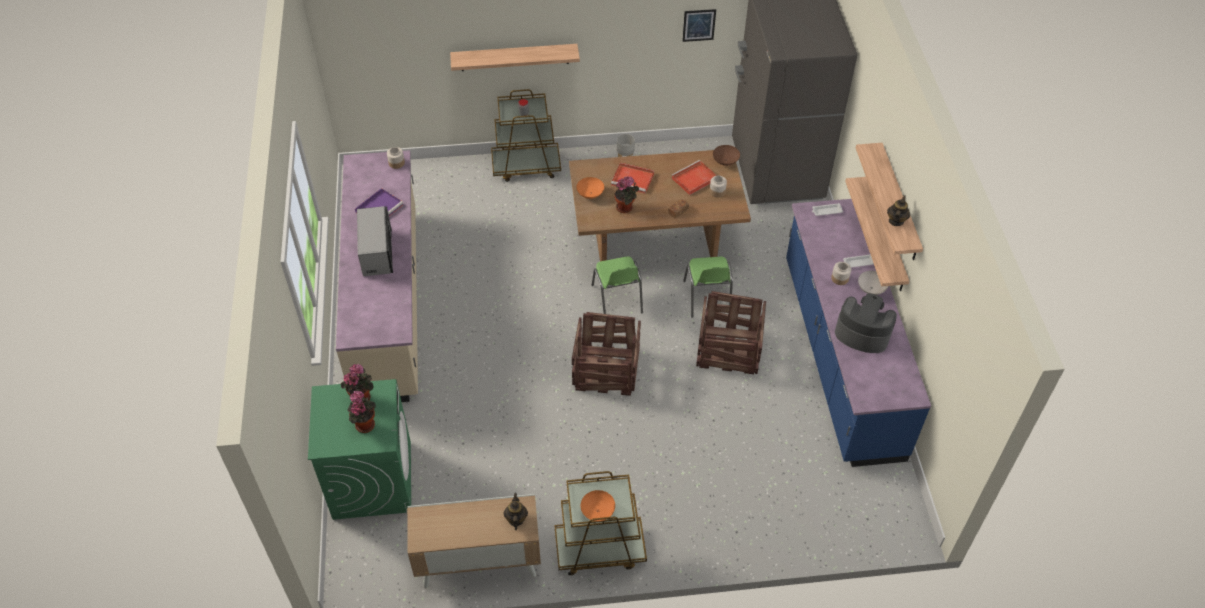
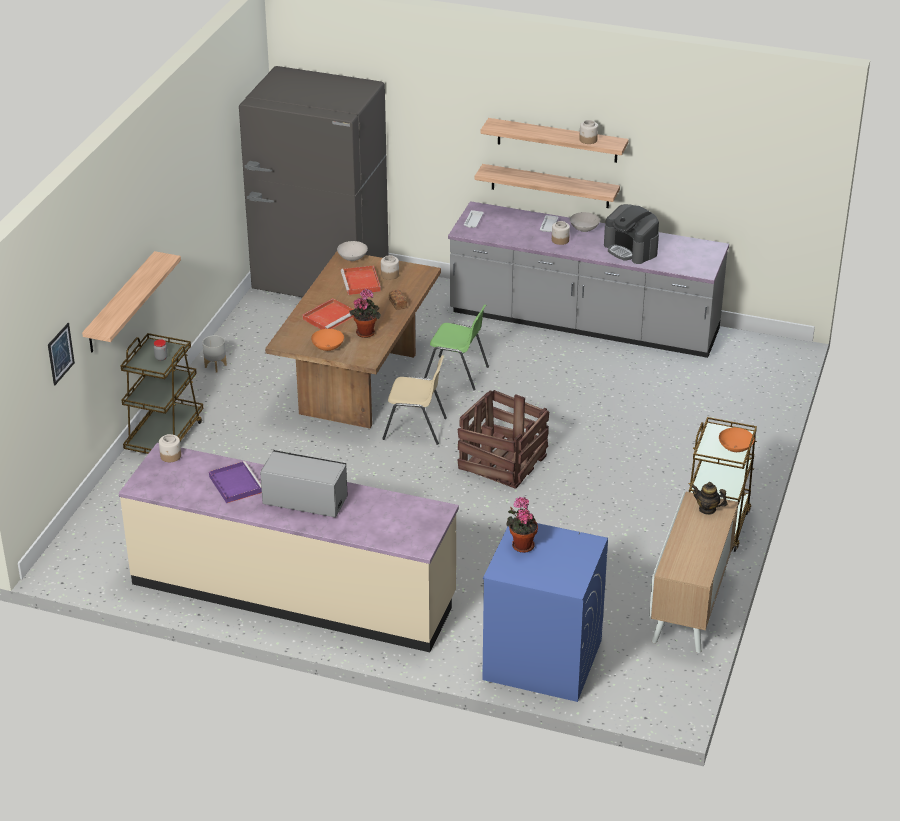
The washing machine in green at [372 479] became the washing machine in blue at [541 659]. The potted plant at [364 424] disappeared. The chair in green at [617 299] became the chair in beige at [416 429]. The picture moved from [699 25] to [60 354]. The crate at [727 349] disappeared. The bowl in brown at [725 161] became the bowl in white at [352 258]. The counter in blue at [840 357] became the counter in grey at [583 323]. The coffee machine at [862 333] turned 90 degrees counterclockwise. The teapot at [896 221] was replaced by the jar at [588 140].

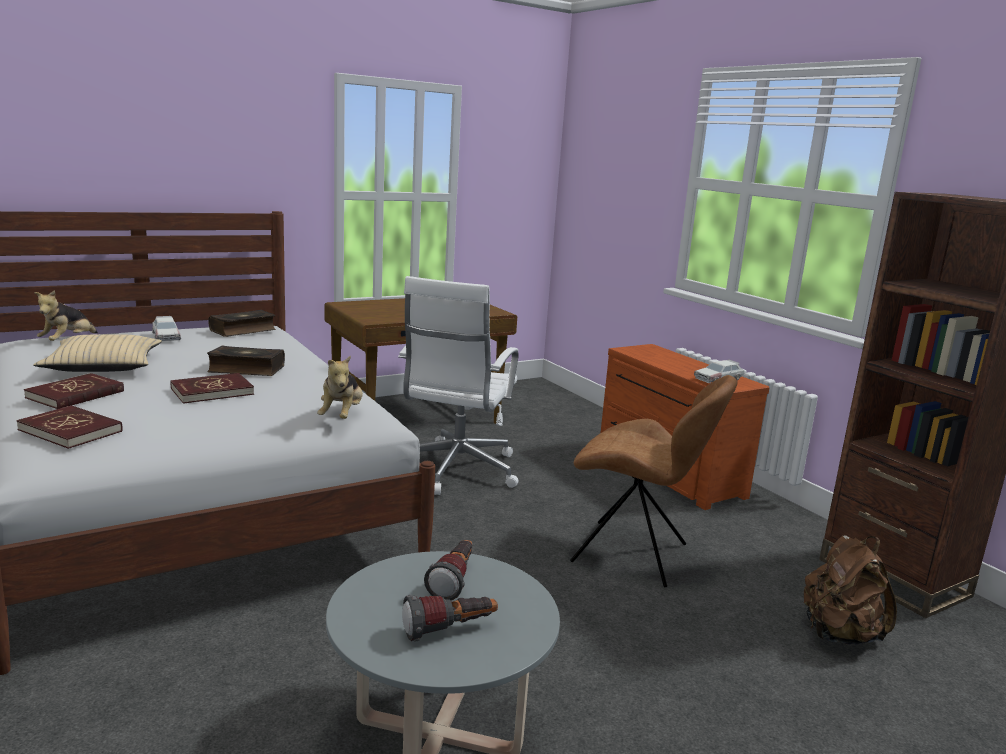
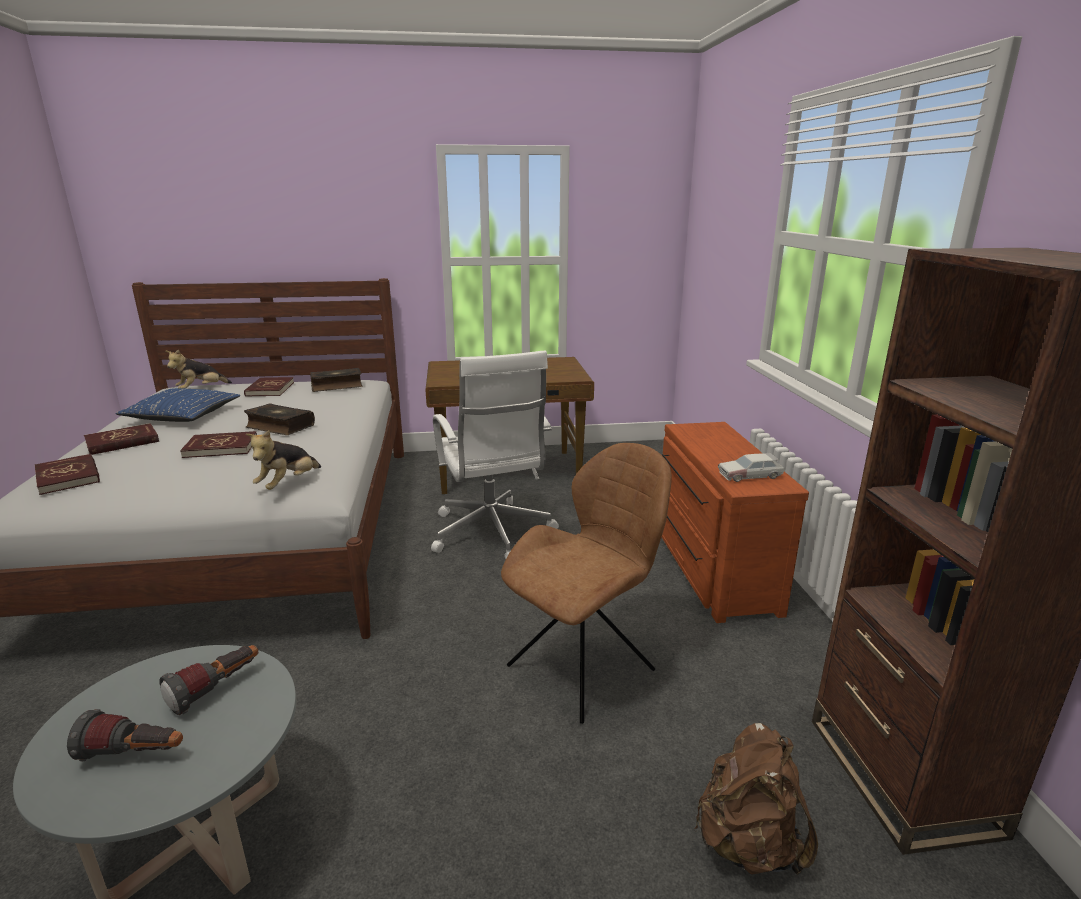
The pillow in beige at [103 366] became the pillow in blue at [183 415]. The toy car at [166 336] was replaced by the book in red at [269 389]. The office chair in white at [455 470] turned 60 degrees counterclockwise. The chair in brown at [634 554] turned 90 degrees counterclockwise.

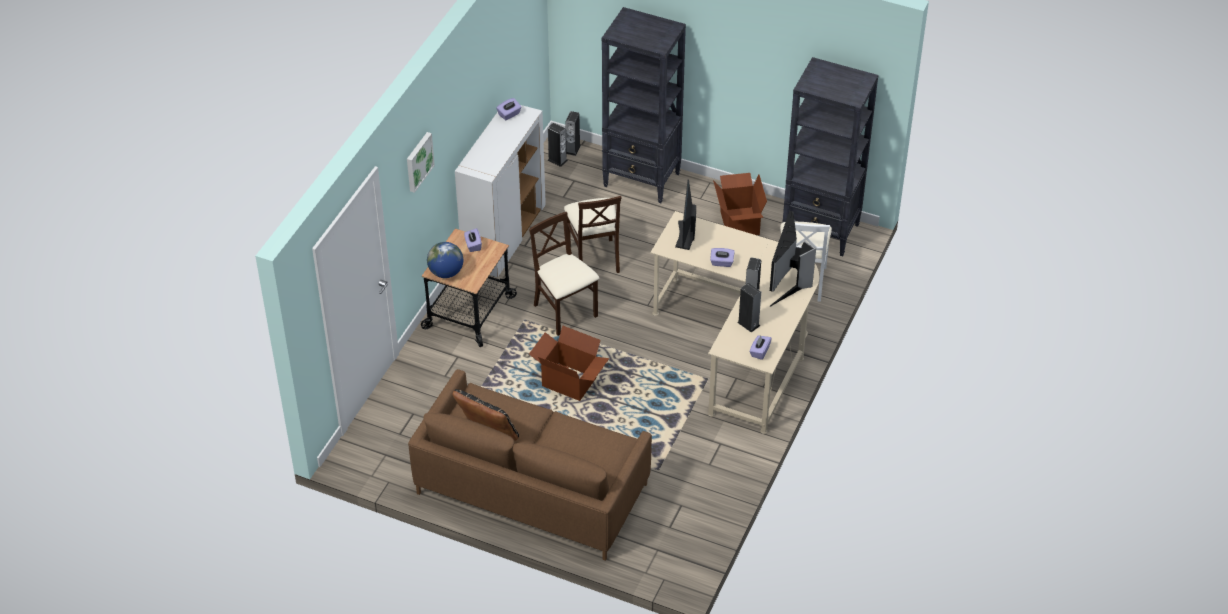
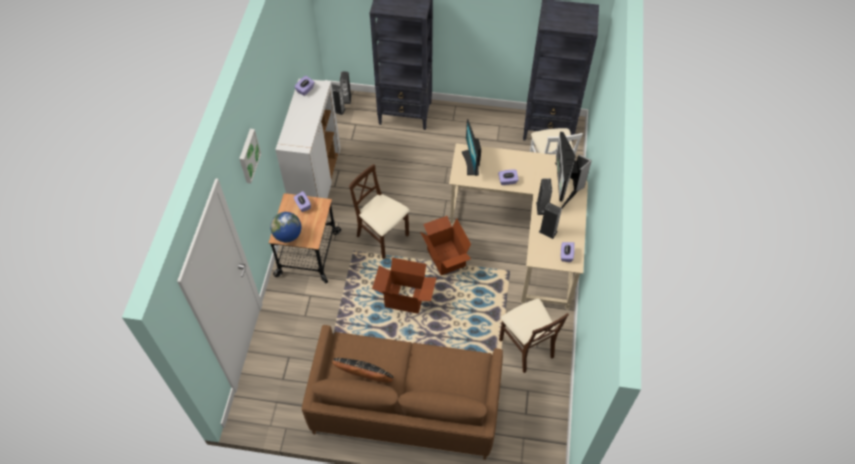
The chair in beige moved from [594 258] to [526 347]. The cardboard box moved from [738 223] to [445 258].

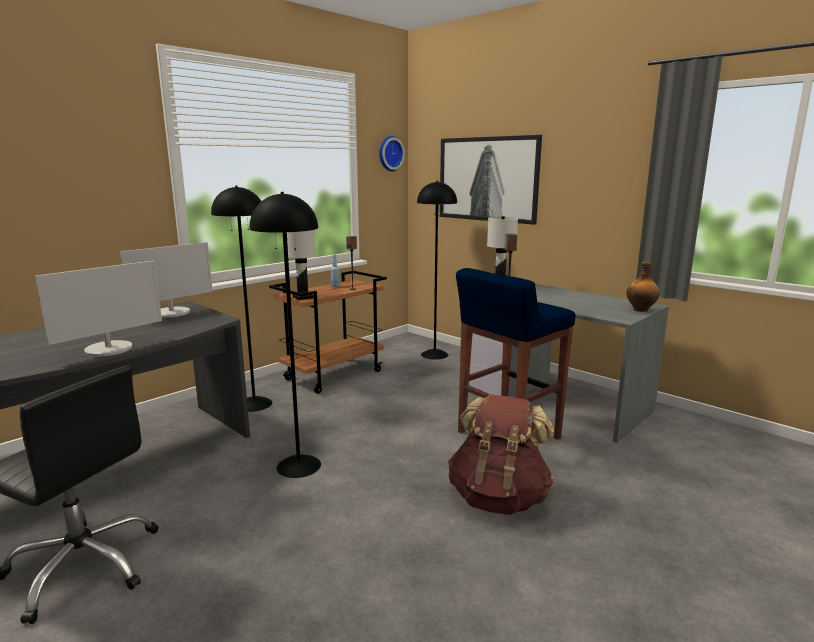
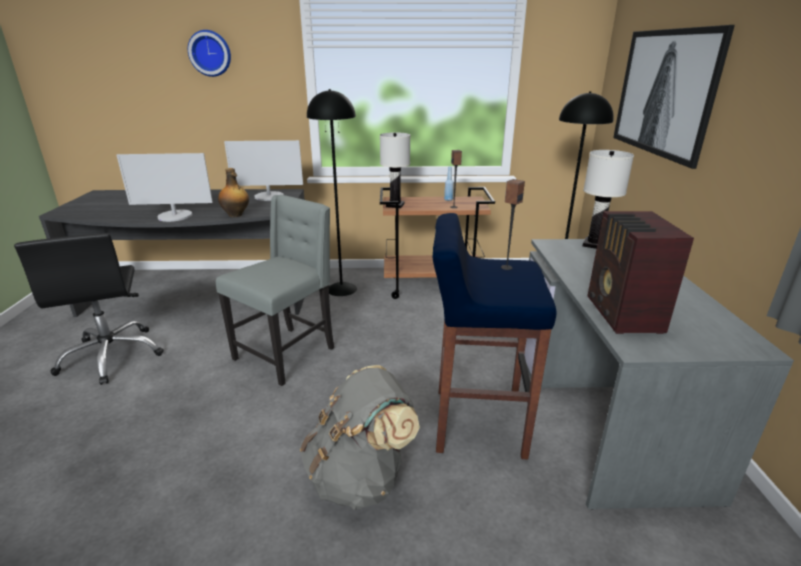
The floor lamp in black at [299 465] was replaced by the chair in grey at [287 353]. The wall clock moved from [389 153] to [210 53]. The backpack in brown at [498 498] became the backpack in grey at [360 477]. The bottle moved from [641 310] to [236 215]. The radio at [623 315] appeared.

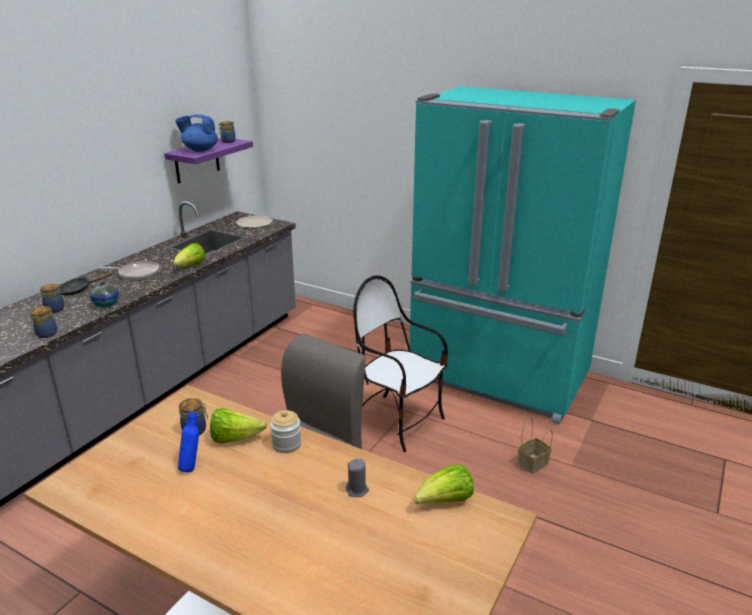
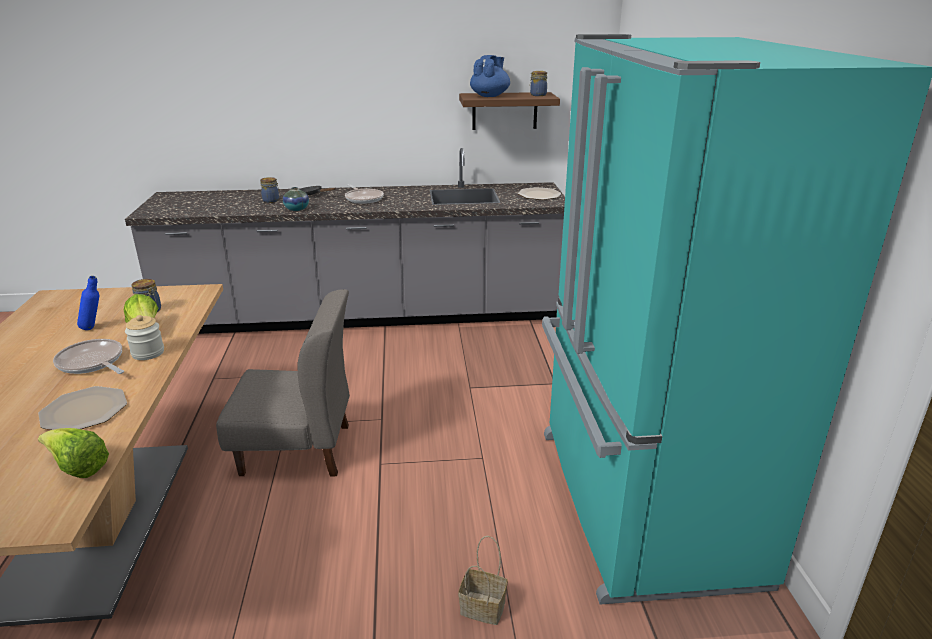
The jar at [46 334] disappeared. The shelf in purple at [197 160] became the shelf in brown at [504 111]. The lettuce at [190 267] disappeared. The teapot in blue at [200 150] turned 60 degrees clockwise. The candle in grey at [357 490] was replaced by the plate at [83 411]. The chair at [398 421] disappeared. The frying pan at [92 363] appeared.

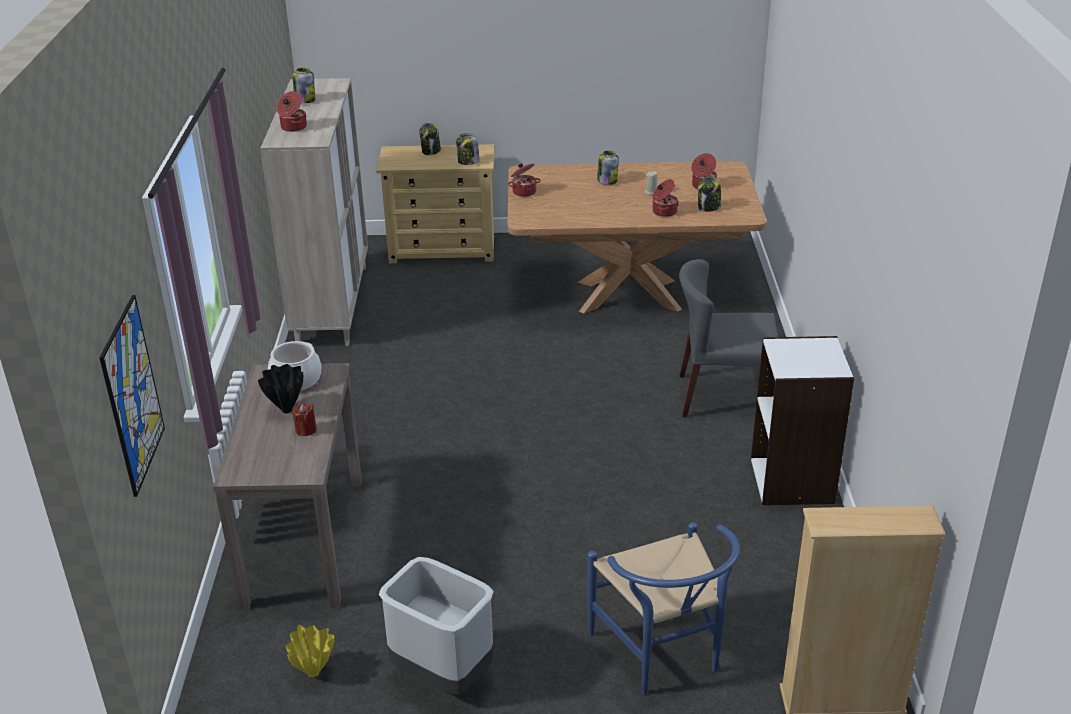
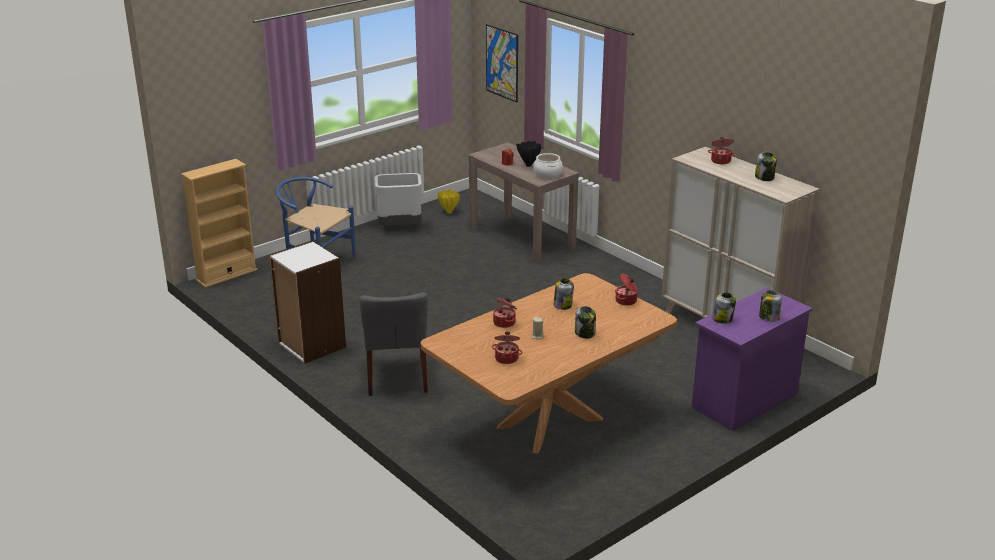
The dresser in beige at [443 249] became the dresser in purple at [744 400]. The chair in grey at [723 396] turned 120 degrees clockwise. The jar moved from [709 207] to [562 305].

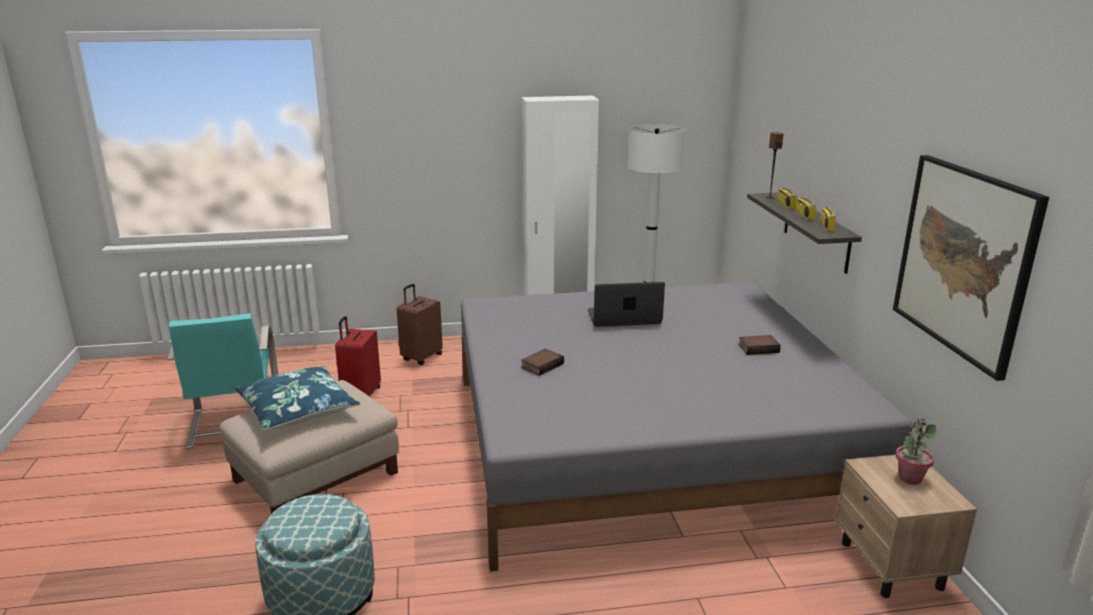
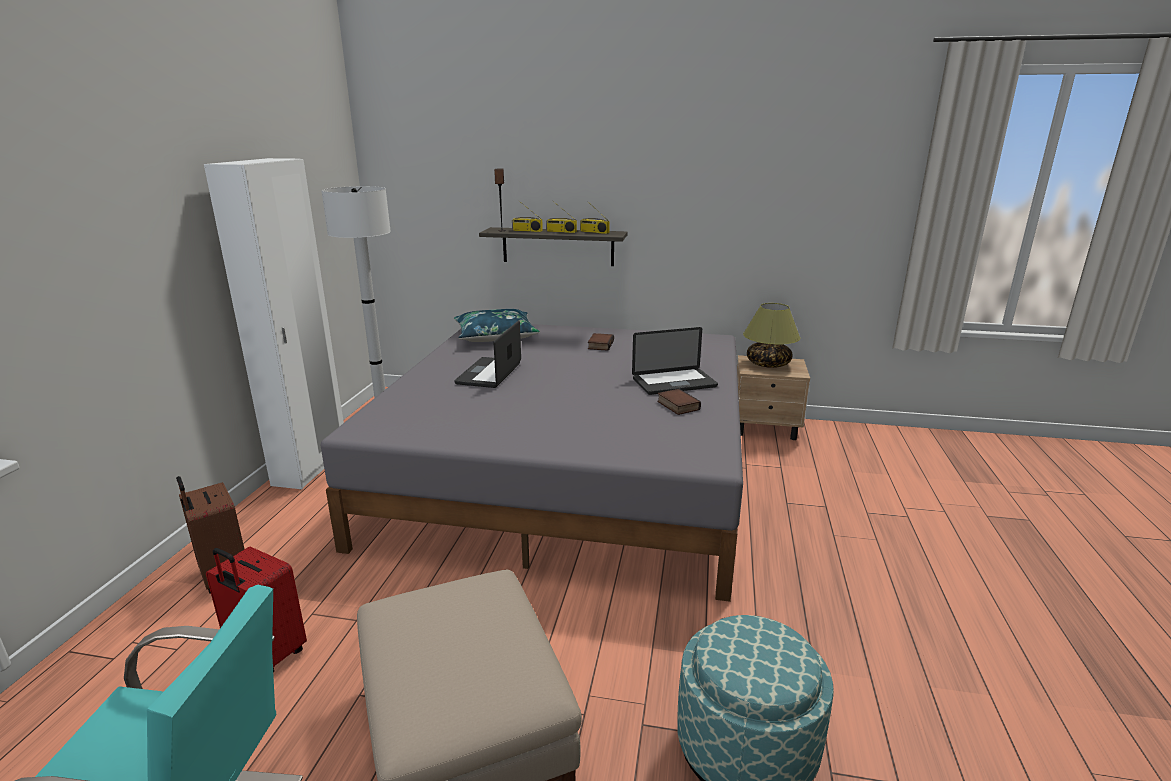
The pillow in blue moved from [297 409] to [495 336]. The book moved from [542 365] to [677 405]. The picture at [964 261] disappeared. The potted plant at [910 478] was replaced by the table lamp at [768 364]. The laptop at [674 383] appeared.

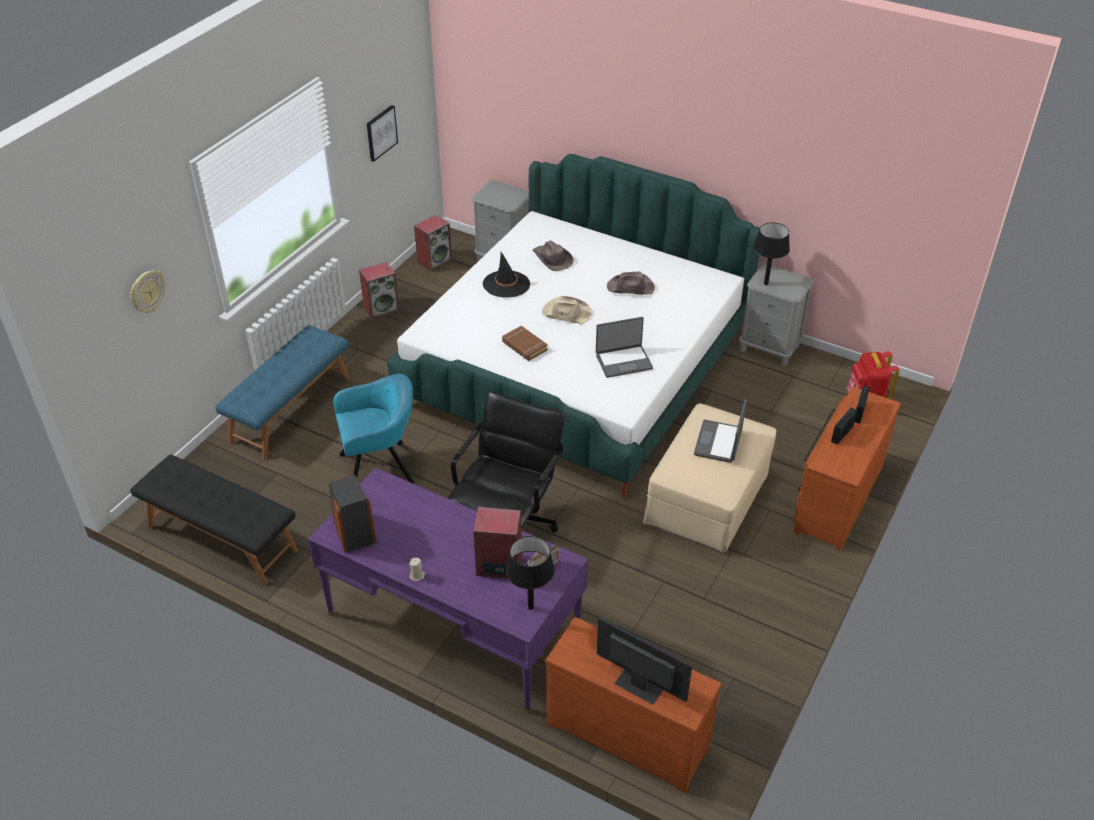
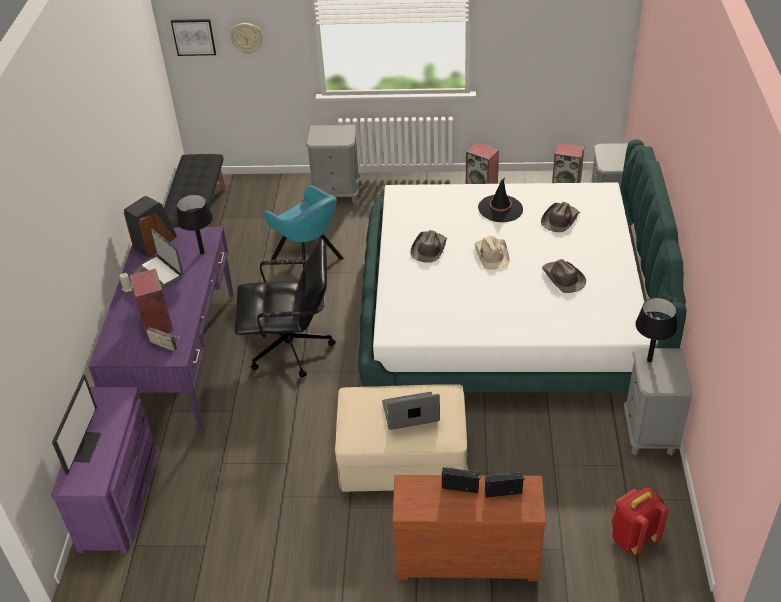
The bench in blue at [290 409] was replaced by the nightstand in grey at [337 194]. The picture moved from [381 132] to [194 36]. The book in brown at [524 346] was replaced by the hat in brown at [429 248]. The table lamp in black moved from [530 607] to [202 253]. The dresser in brown at [629 732] became the dresser in purple at [122 497]. The laptop moved from [623 361] to [157 274].

